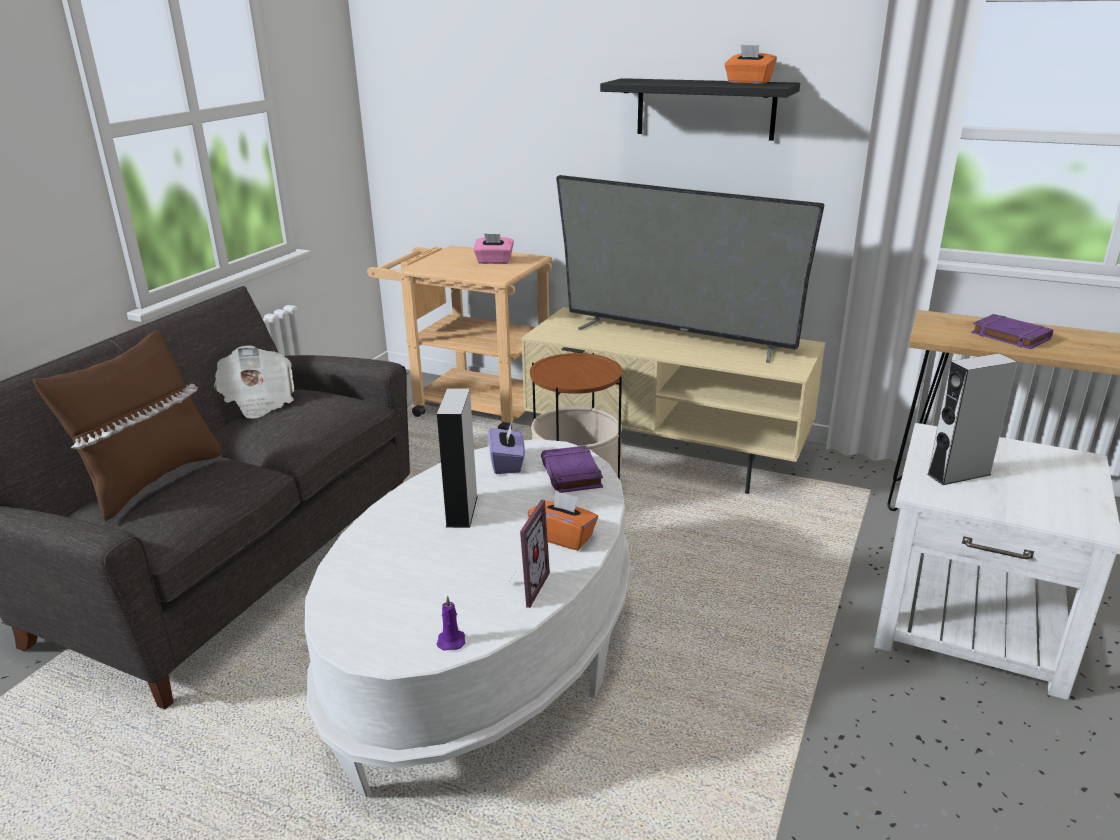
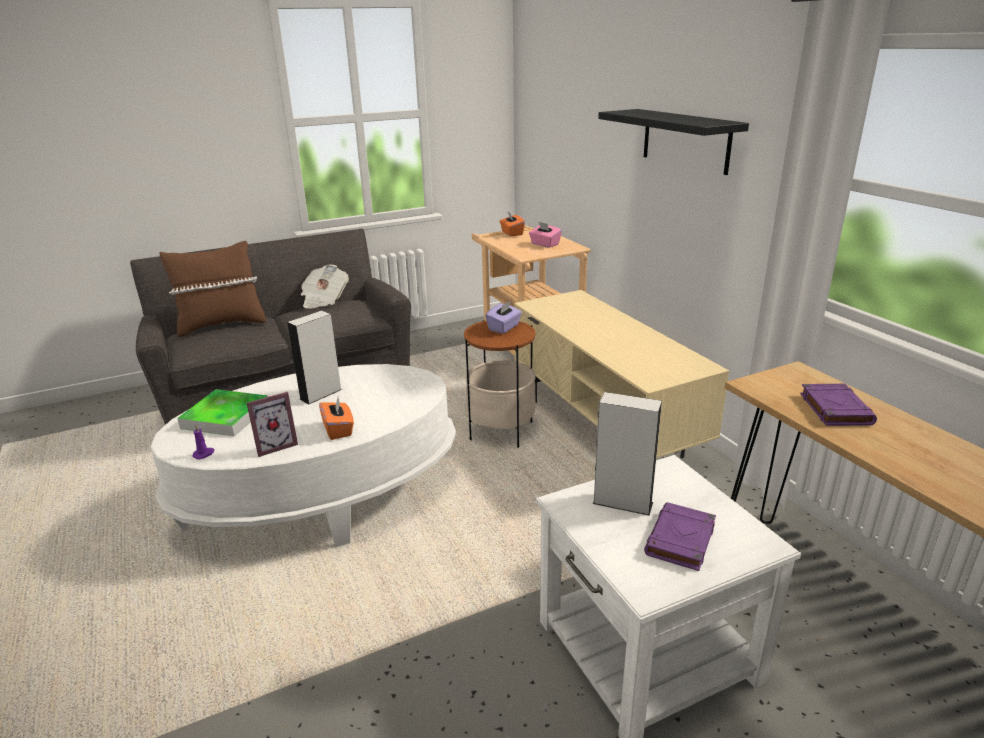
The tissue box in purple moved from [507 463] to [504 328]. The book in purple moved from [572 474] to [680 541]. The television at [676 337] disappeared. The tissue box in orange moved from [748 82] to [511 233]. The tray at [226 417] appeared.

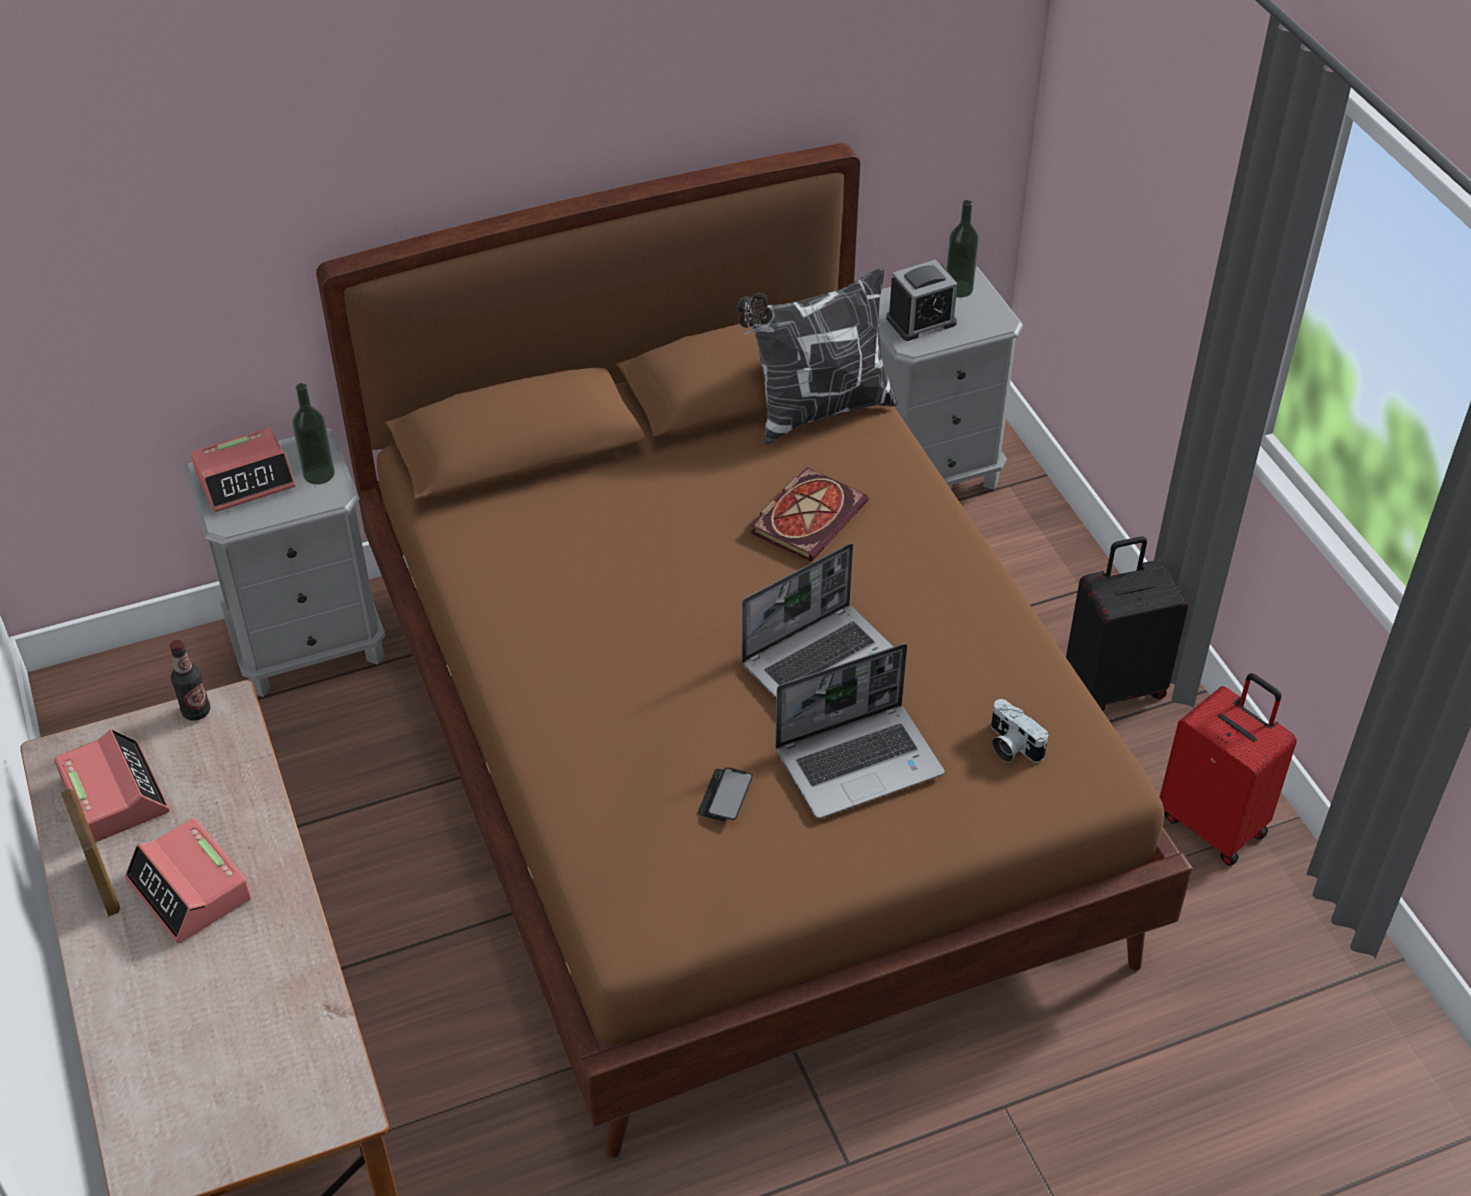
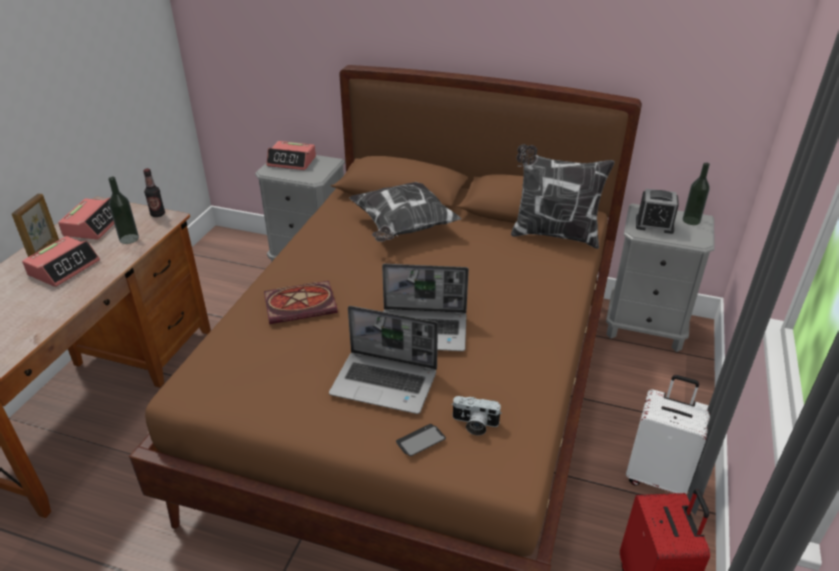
The alarm clock at [190 890] turned 150 degrees counterclockwise. The bottle moved from [319 474] to [129 239]. The phone moved from [725 796] to [420 441]. The book moved from [808 515] to [302 304]. The photo camera at [1010 746] turned 75 degrees counterclockwise. The suitcase in black at [1114 684] became the suitcase in white at [657 477]. The pillow at [403 228] appeared.

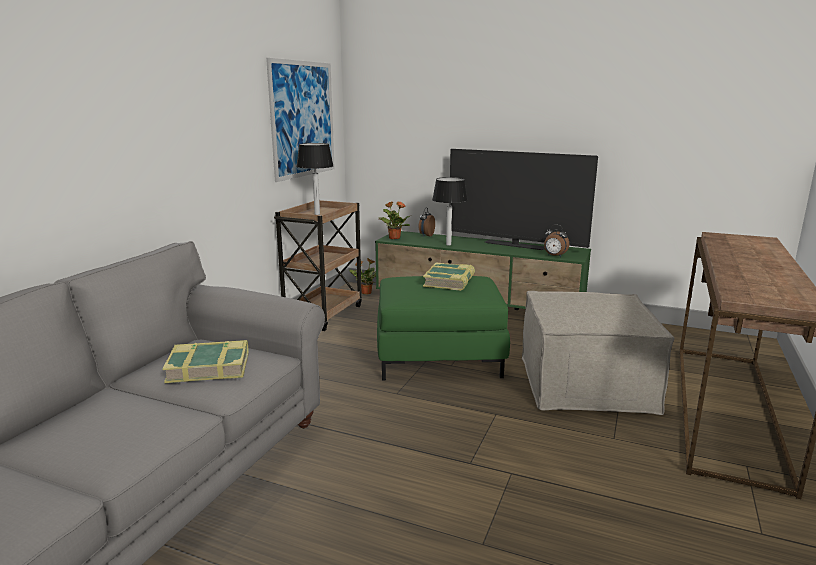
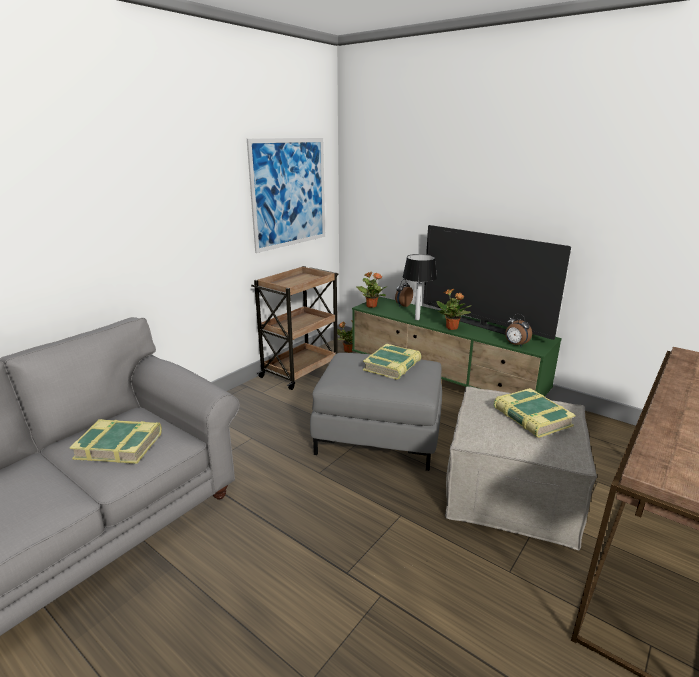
The table lamp at [316 214] disappeared. The ottoman in green at [438 357] became the ottoman in grey at [378 435]. The potted plant at [452 328] appeared. The book at [531 418] appeared.

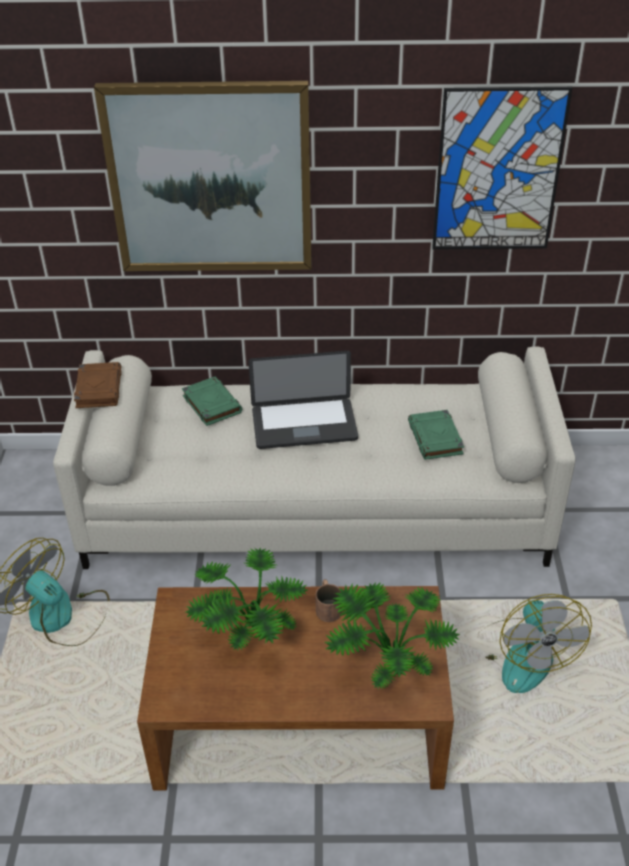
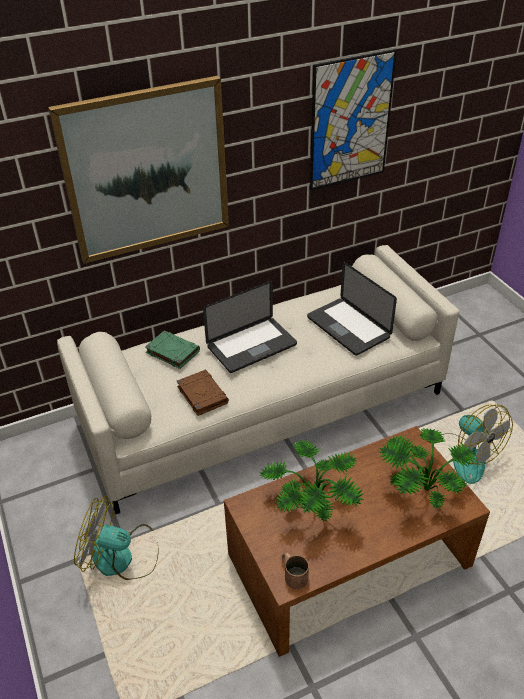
The book in brown moved from [98 388] to [201 395]. The mug in brown moved from [327 606] to [292 573]. The book in green at [435 439] was replaced by the laptop at [348 327].

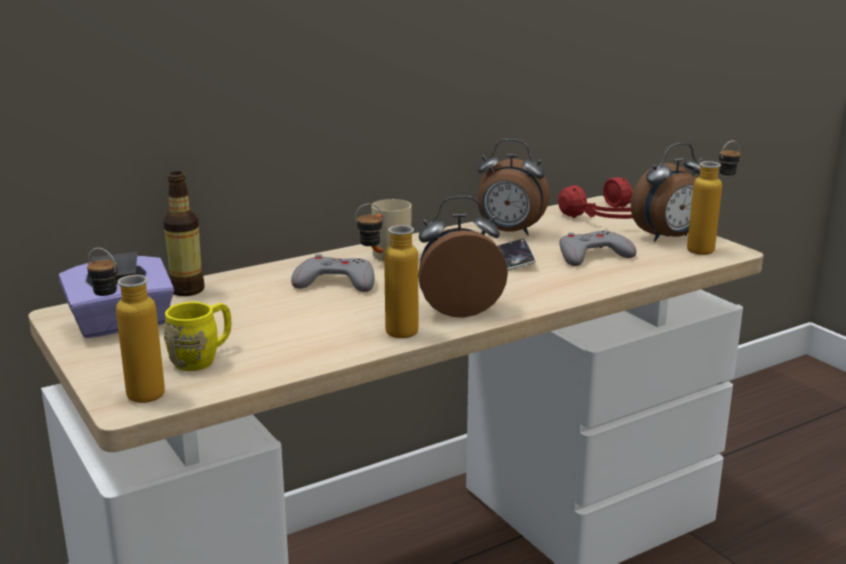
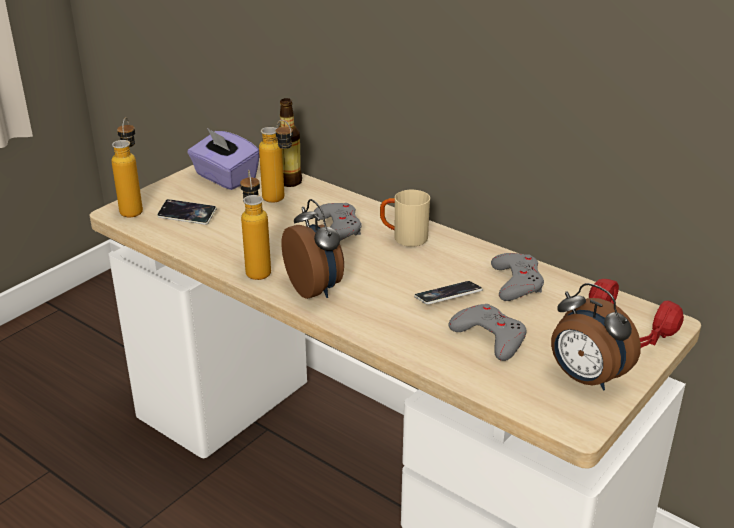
The mug in yellow at [203 358] was replaced by the phone at [187 215]. The alarm clock at [509 232] was replaced by the game controller in grey at [516 282]. The bottle moved from [709 249] to [280 201].

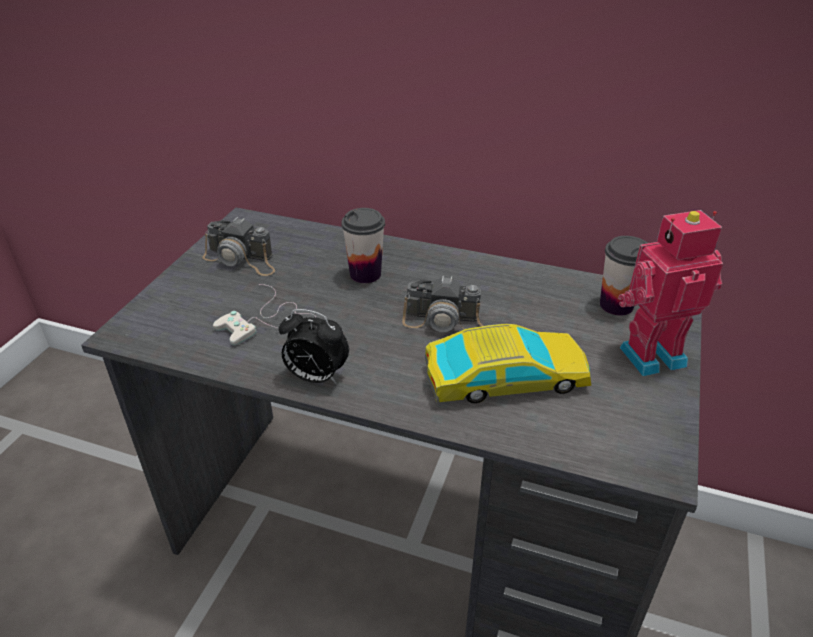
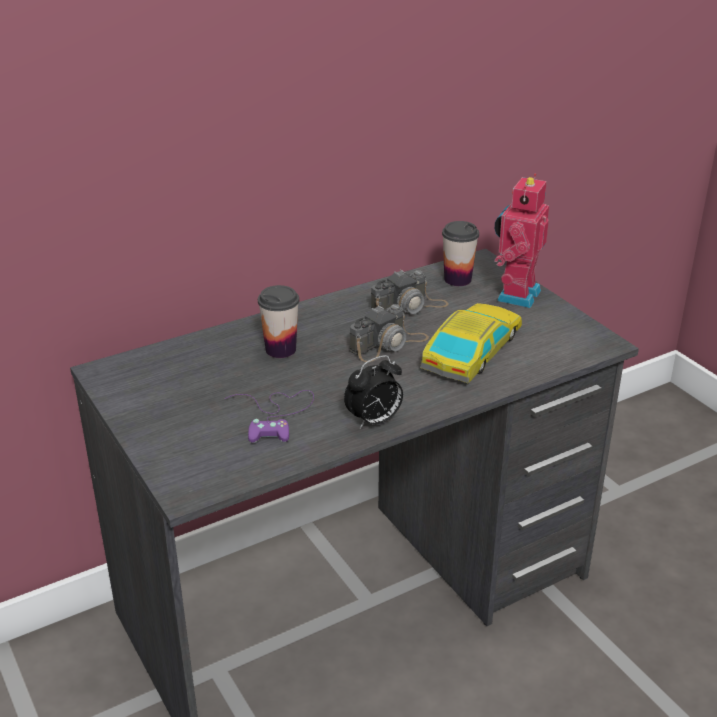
The photo camera moved from [242 259] to [409 307]. The game controller in white at [268 321] became the game controller in purple at [276 415].

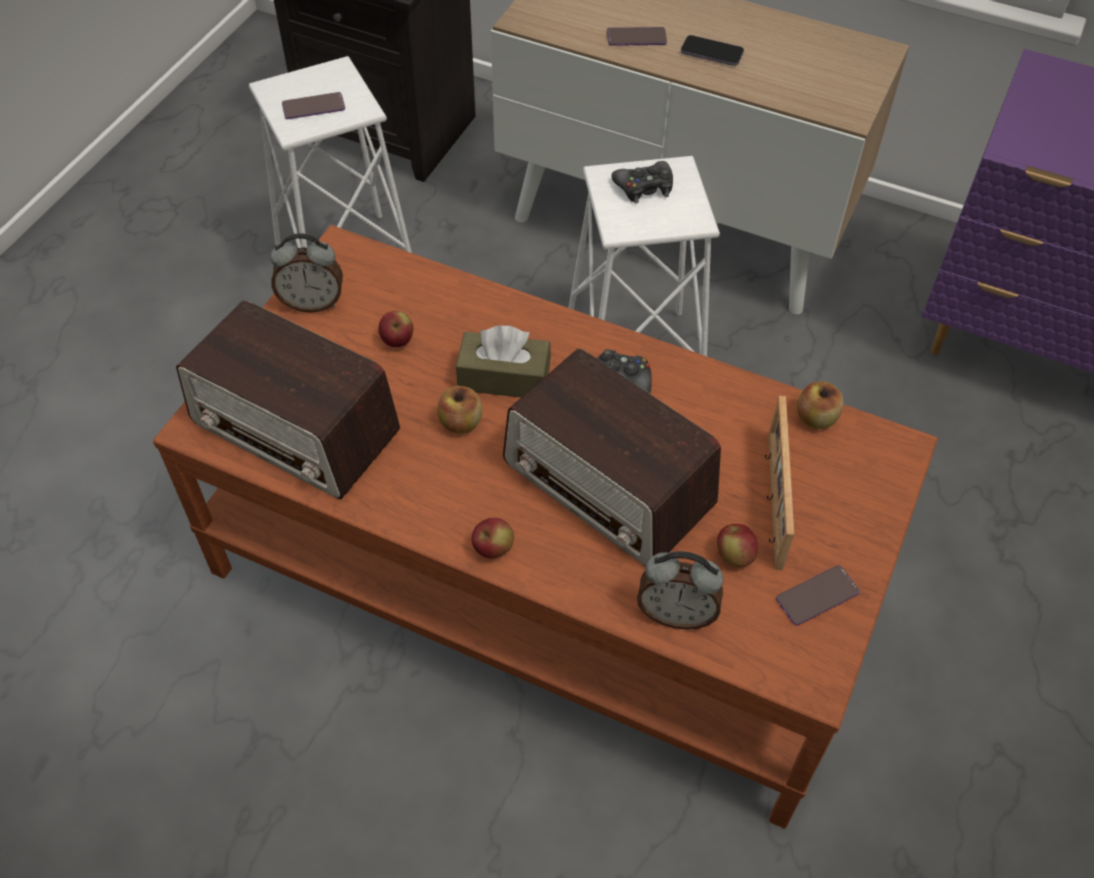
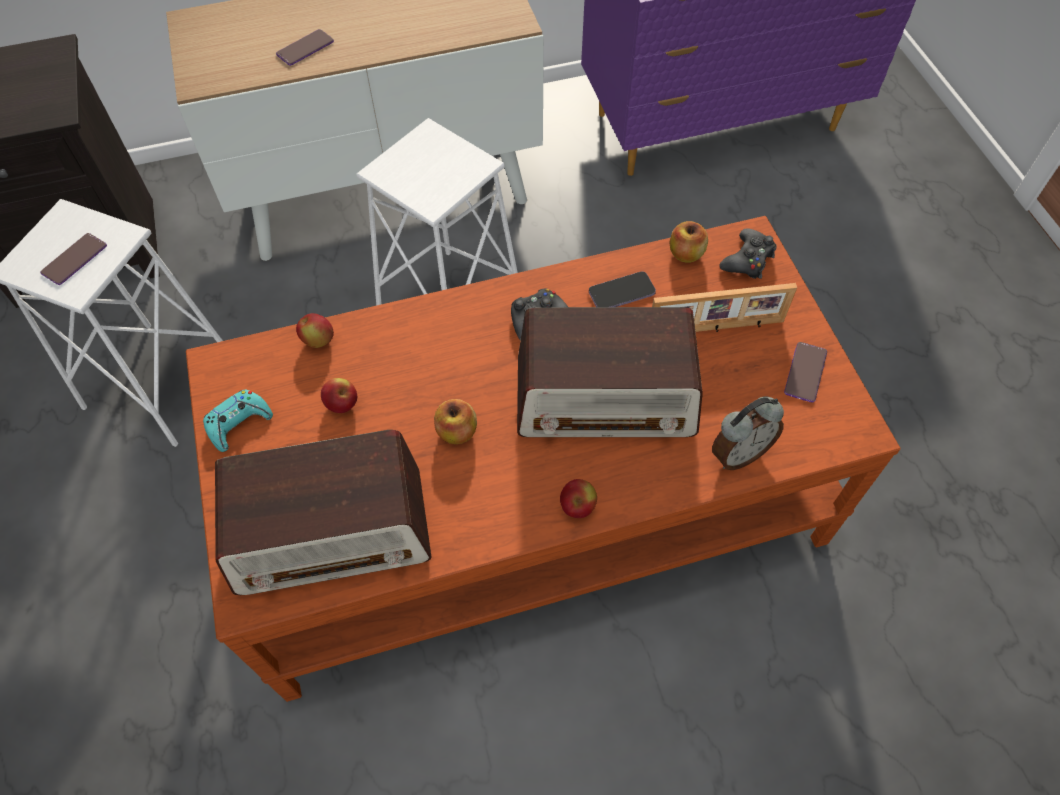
The alarm clock at [312 302] was replaced by the game controller in turquoise at [238 423]. The tissue box in brown at [504 378] disappeared. The game controller in black moved from [644 187] to [748 260]. The phone moved from [711 53] to [621 293]. The apple moved from [734 556] to [318 341]. The picture frame at [772 499] turned 60 degrees counterclockwise.

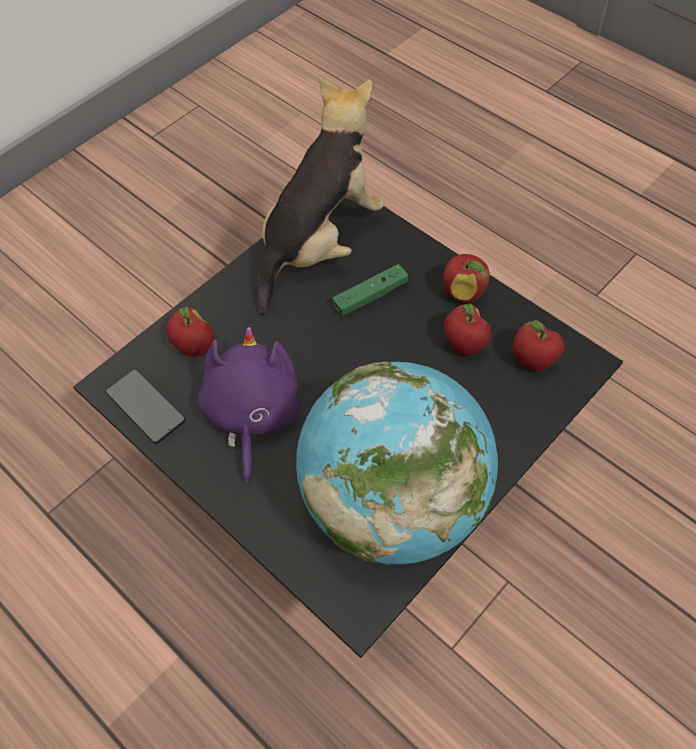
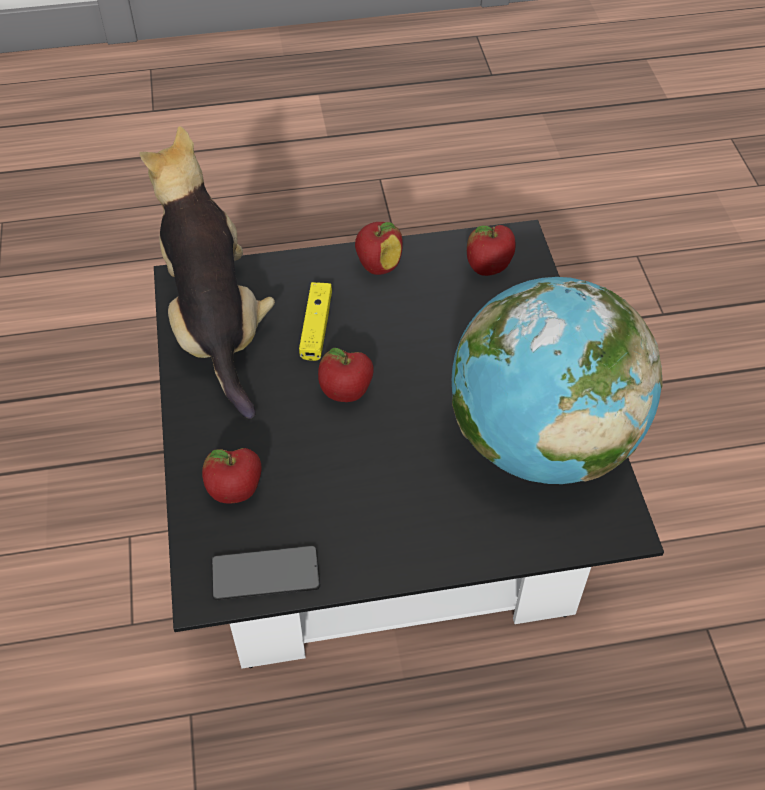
The plush toy in purple at [252 415] disappeared. The game controller in green at [370 296] became the game controller in yellow at [316 327]. The apple moved from [464 345] to [345 394].

